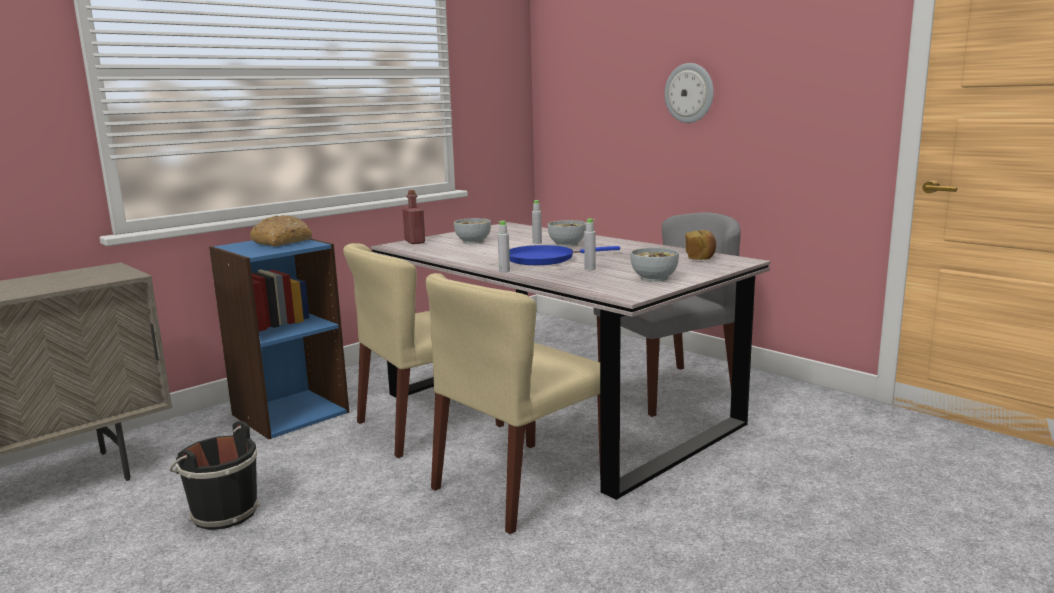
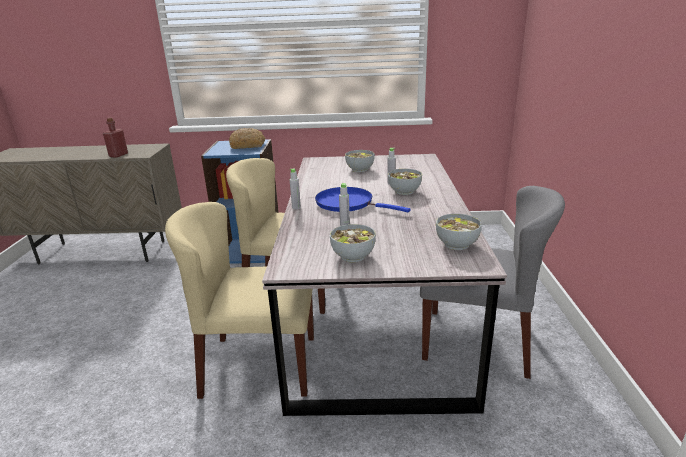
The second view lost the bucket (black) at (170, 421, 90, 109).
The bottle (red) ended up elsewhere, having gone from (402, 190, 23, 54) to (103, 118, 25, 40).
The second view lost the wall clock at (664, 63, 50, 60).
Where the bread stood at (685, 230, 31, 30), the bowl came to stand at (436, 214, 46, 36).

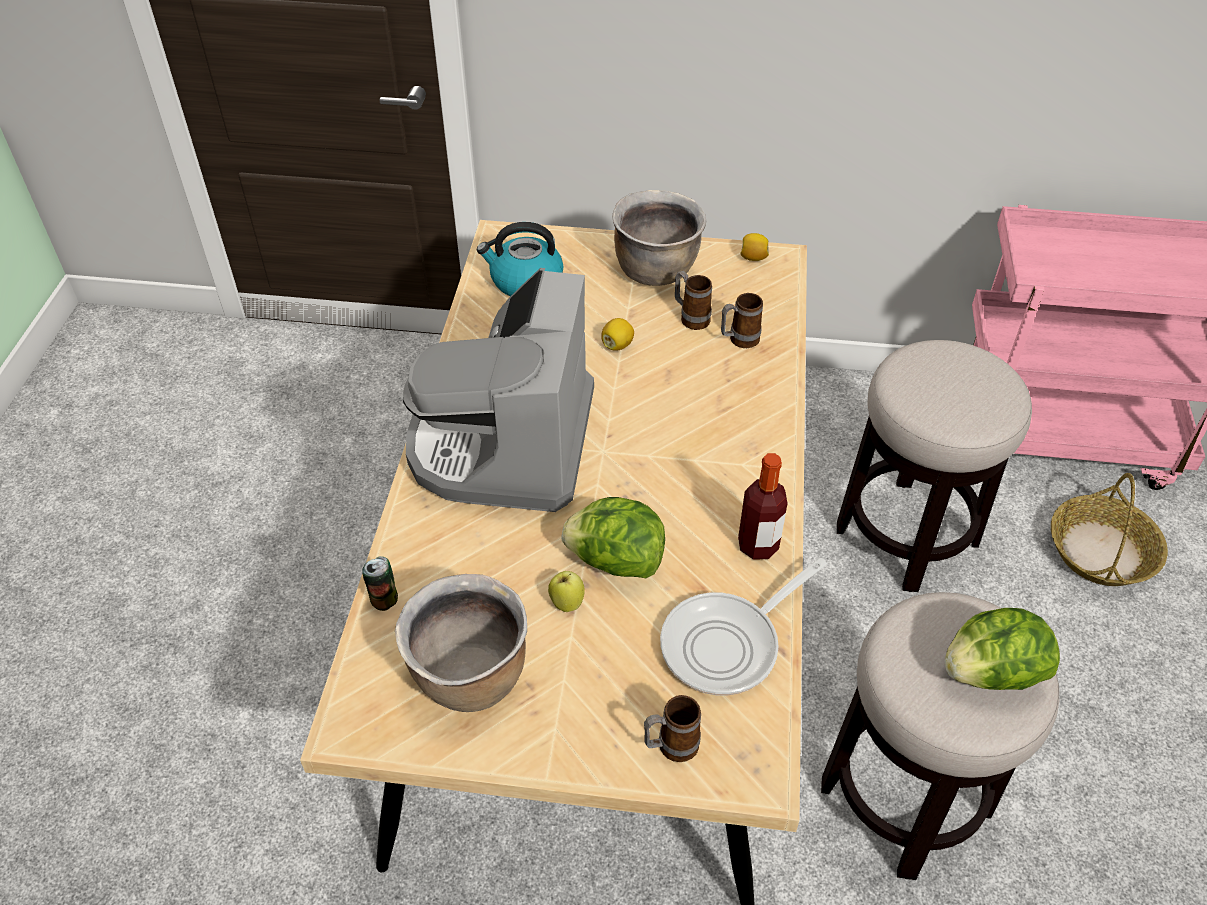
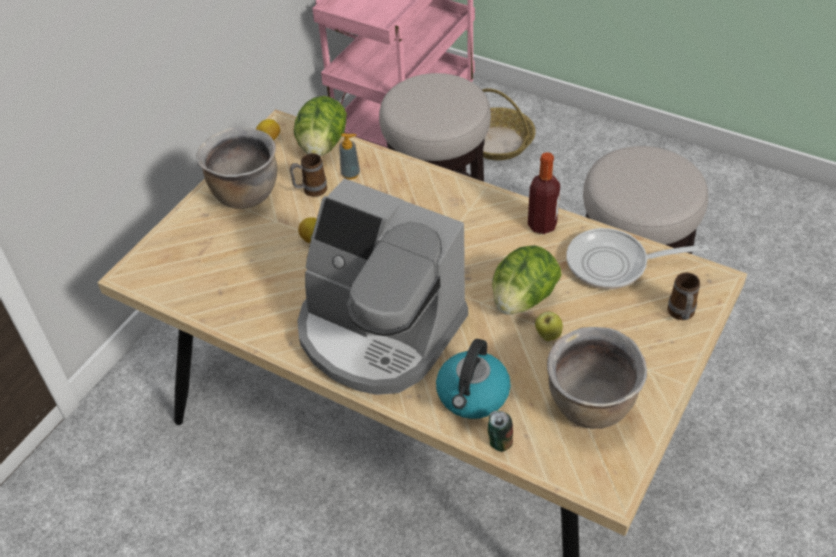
The kettle ended up elsewhere, having gone from (477, 222, 86, 74) to (436, 339, 75, 80).
The frying pan at (660, 558, 167, 138) ended up facing another way, 105 degrees clockwise from before.
Where the mug stood at (721, 293, 42, 55), the soap dispenser came to stand at (339, 133, 21, 47).
The lettuce ended up elsewhere, having gone from (945, 608, 115, 82) to (294, 96, 53, 61).

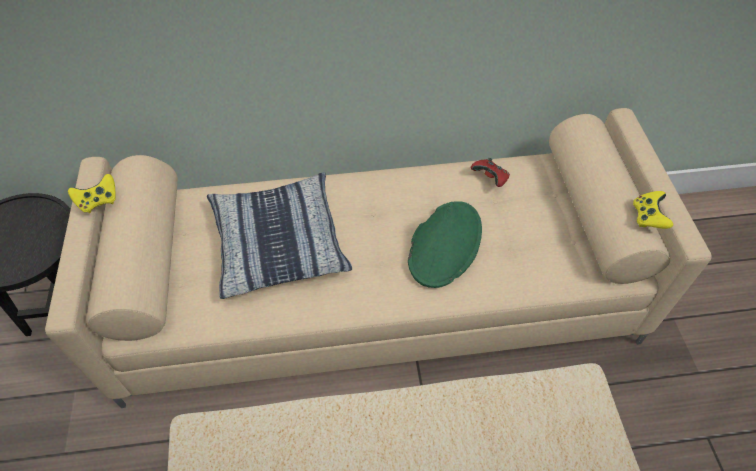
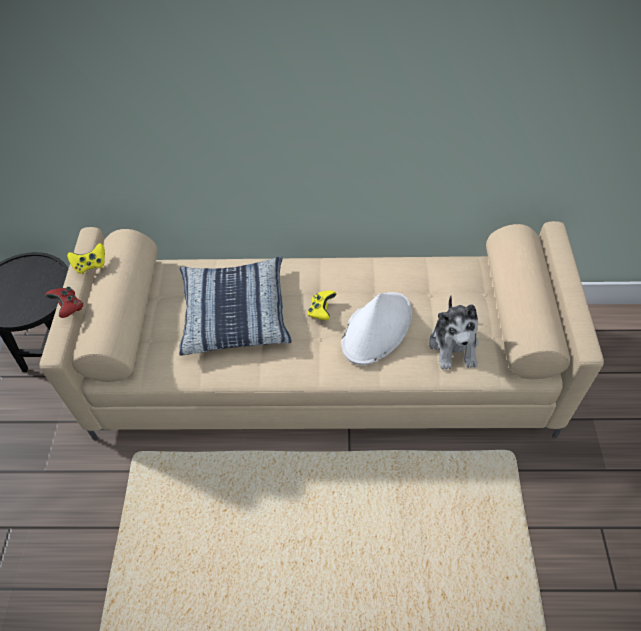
What was the hat (green) at (408, 201, 74, 87) turned into the hat (white) at (341, 292, 71, 73).
The game controller (red) ended up elsewhere, having gone from (471, 158, 39, 29) to (45, 287, 38, 31).
The game controller (yellow) ended up elsewhere, having gone from (633, 191, 40, 38) to (307, 290, 30, 30).
The second view gained the plush toy at (429, 295, 50, 75).

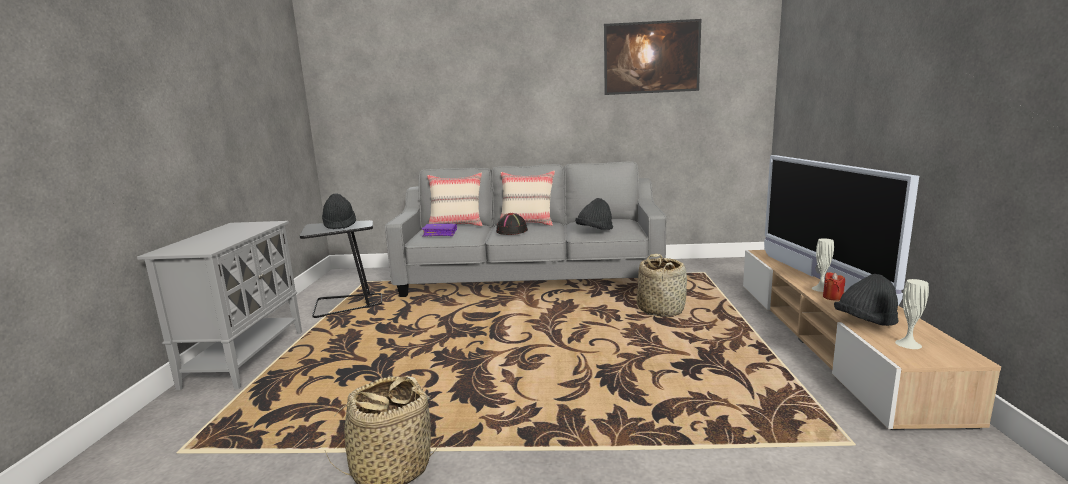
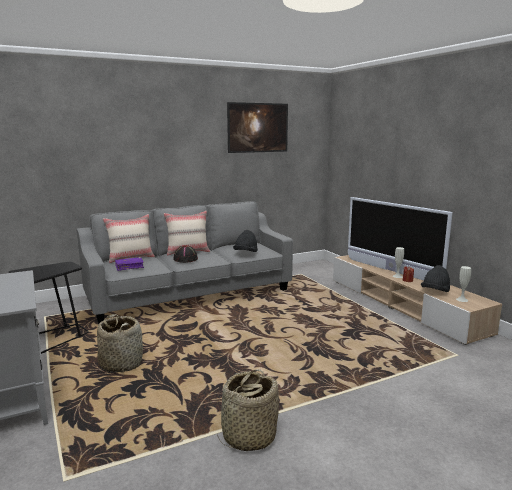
The second view lost the hat (black) at (322, 193, 34, 36).
The basket ended up elsewhere, having gone from (637, 254, 50, 63) to (97, 314, 46, 59).

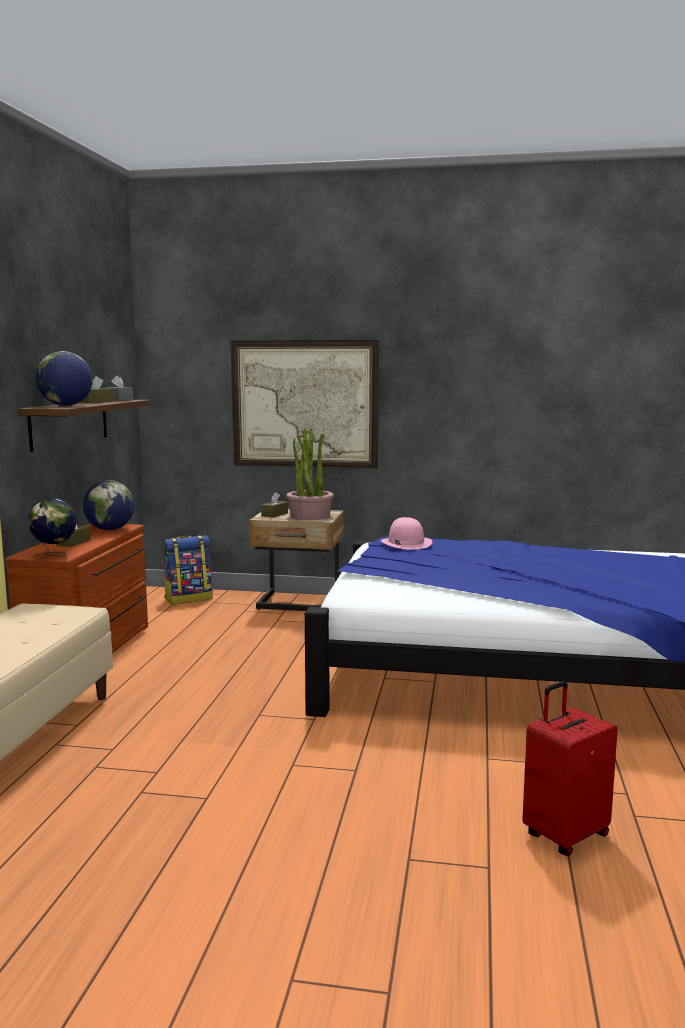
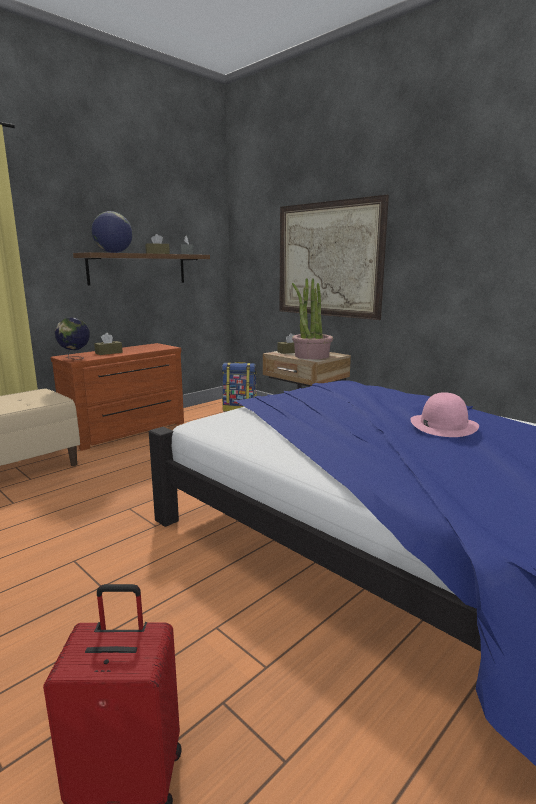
The second view lost the globe at (83, 480, 52, 50).
The hat (pink) ended up elsewhere, having gone from (381, 517, 51, 33) to (410, 392, 69, 45).

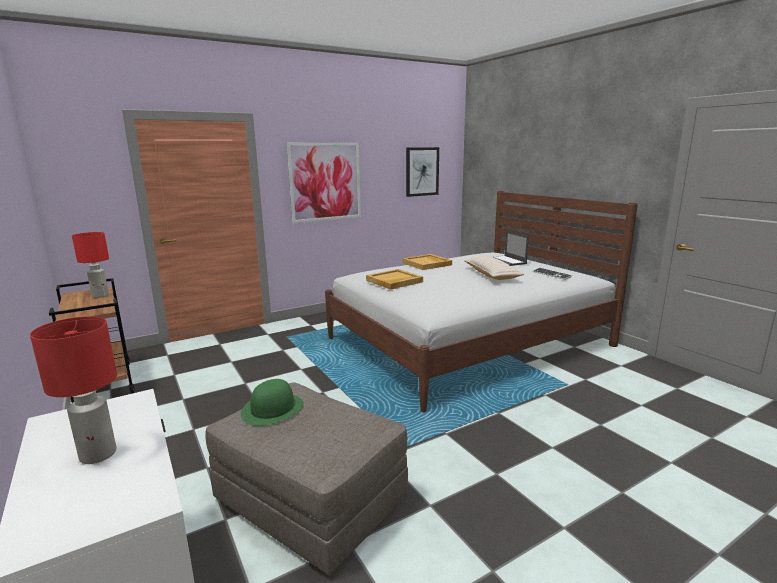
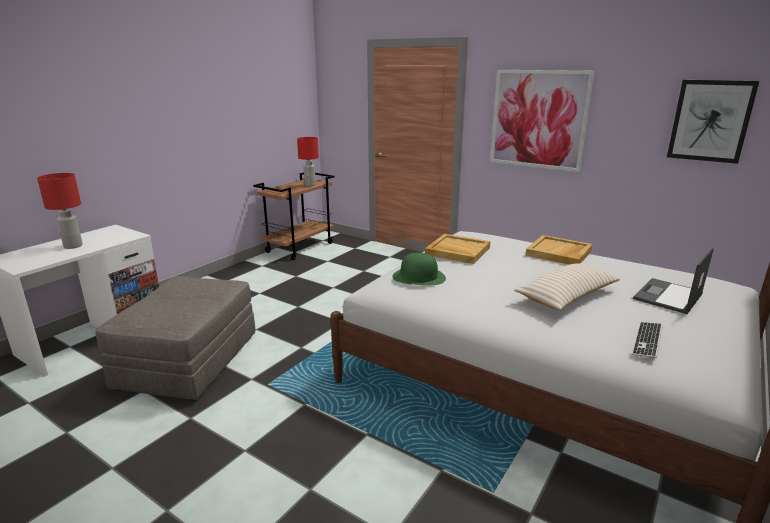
The hat (green) ended up elsewhere, having gone from (241, 379, 63, 47) to (392, 253, 54, 33).

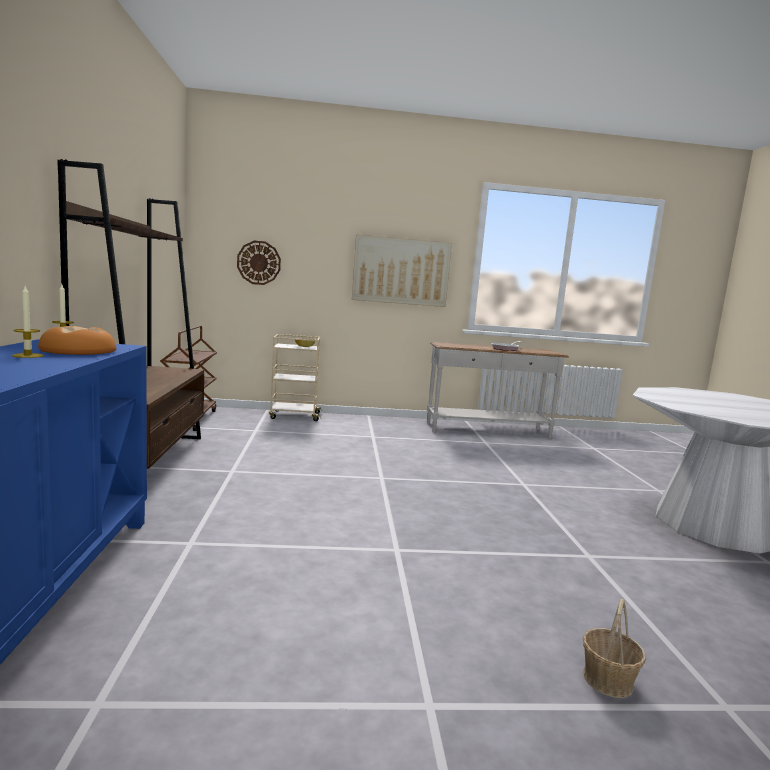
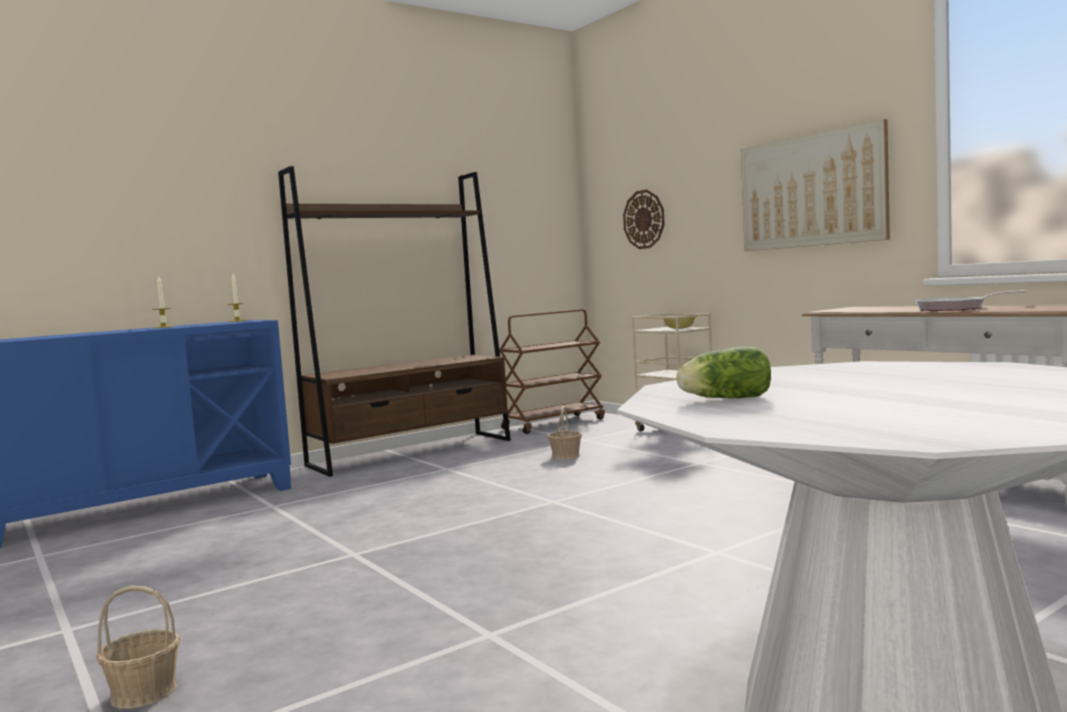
The second view lost the bread at (38, 326, 79, 29).
The second view gained the basket at (548, 406, 34, 54).
The second view gained the lettuce at (677, 347, 94, 51).

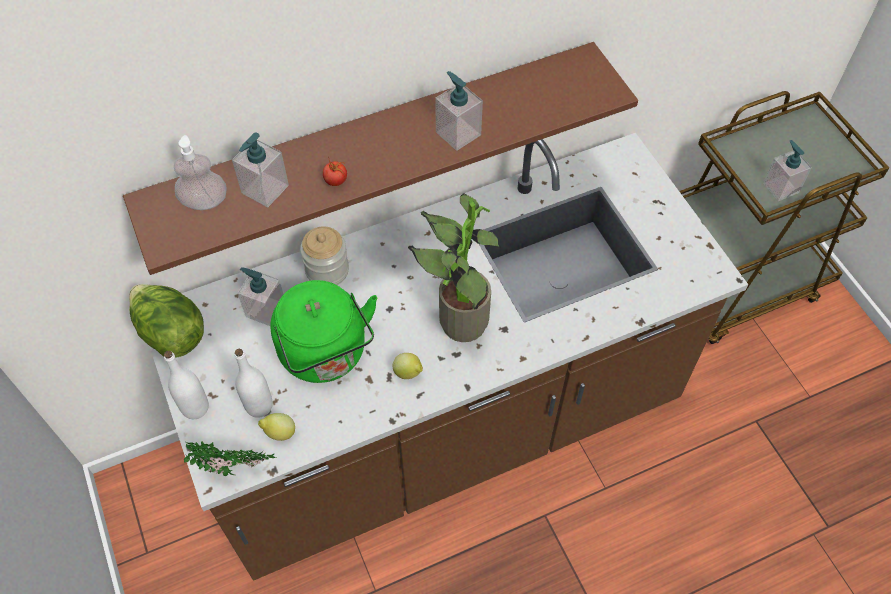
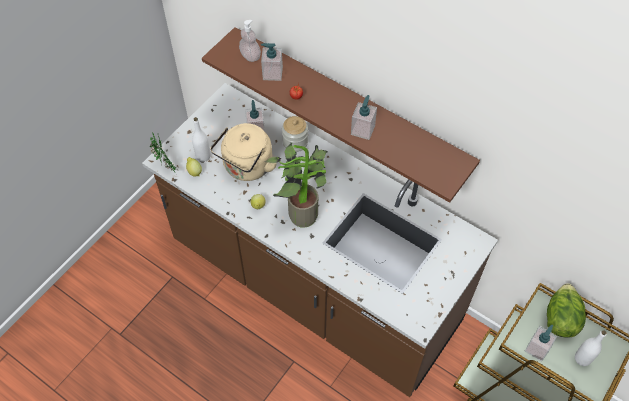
The lettuce ended up elsewhere, having gone from (129, 284, 75, 73) to (547, 283, 39, 55).
The bottle (white) ended up elsewhere, having gone from (164, 351, 45, 68) to (575, 330, 31, 36).
What was the kettle (green) at (270, 280, 108, 103) turned into the kettle (beige) at (210, 123, 66, 58).

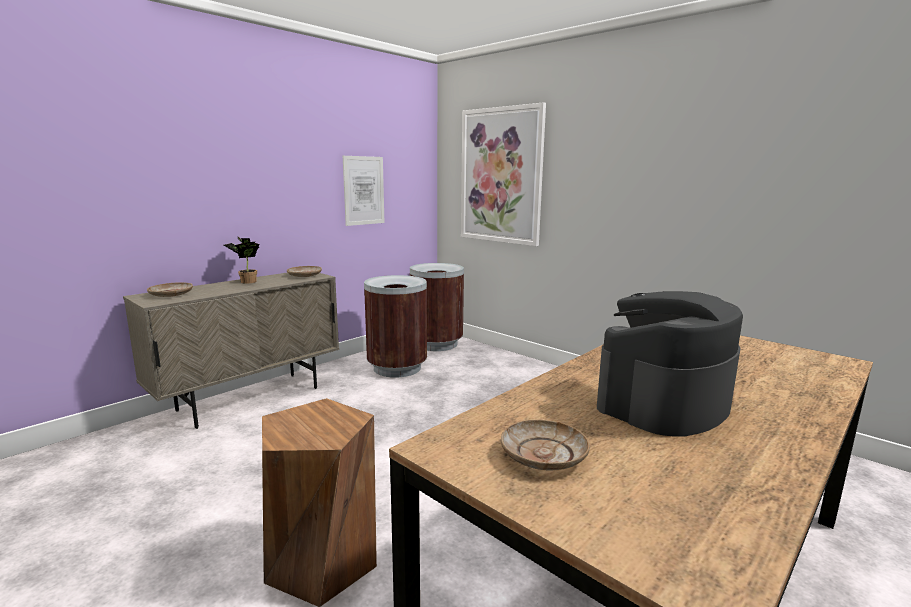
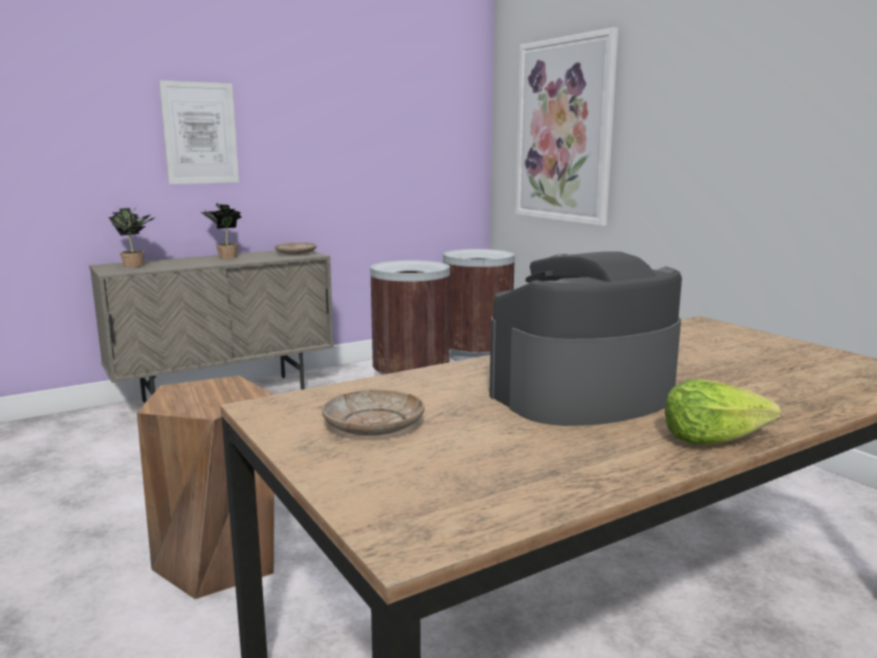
Where the plate (beige) stood at (147, 282, 46, 15), the potted plant came to stand at (109, 208, 46, 59).
The picture ended up elsewhere, having gone from (343, 156, 41, 70) to (159, 80, 80, 104).
The second view gained the lettuce at (665, 379, 116, 66).

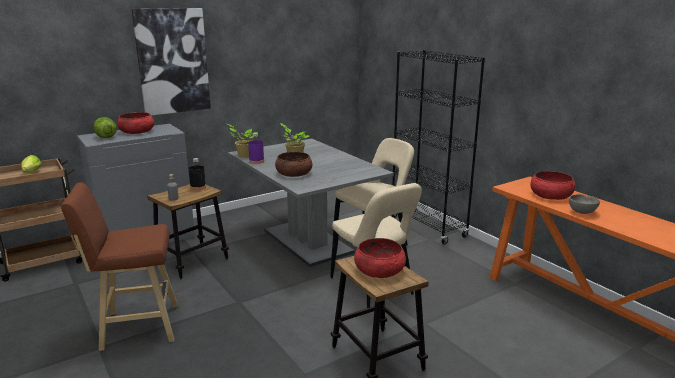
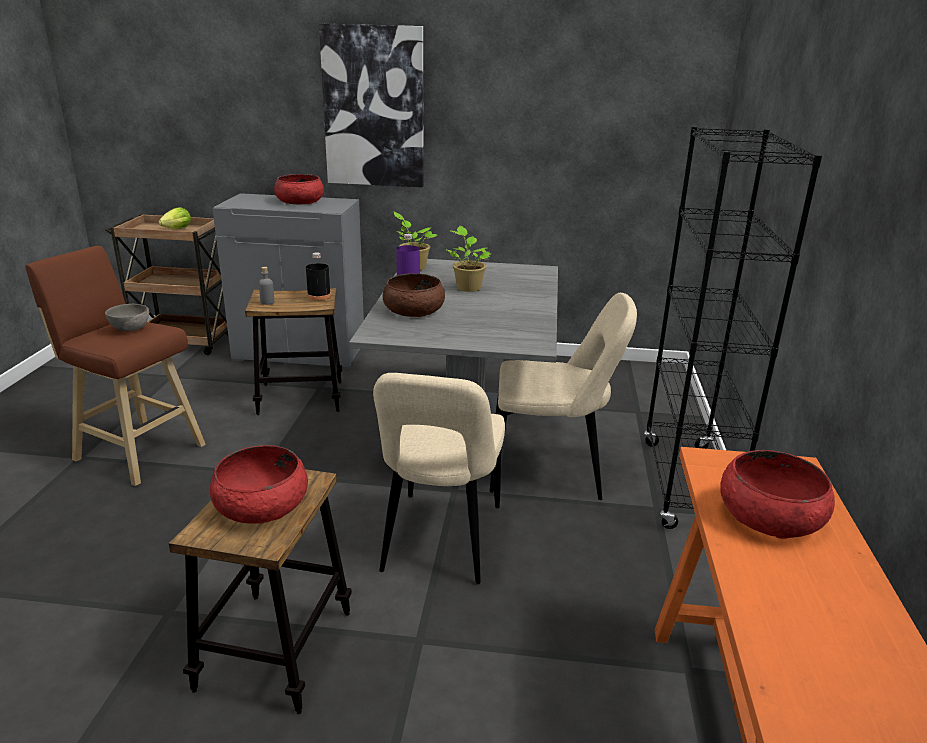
The second view lost the lettuce at (94, 117, 23, 21).
The bowl (grey) ended up elsewhere, having gone from (569, 194, 31, 20) to (105, 304, 44, 27).

